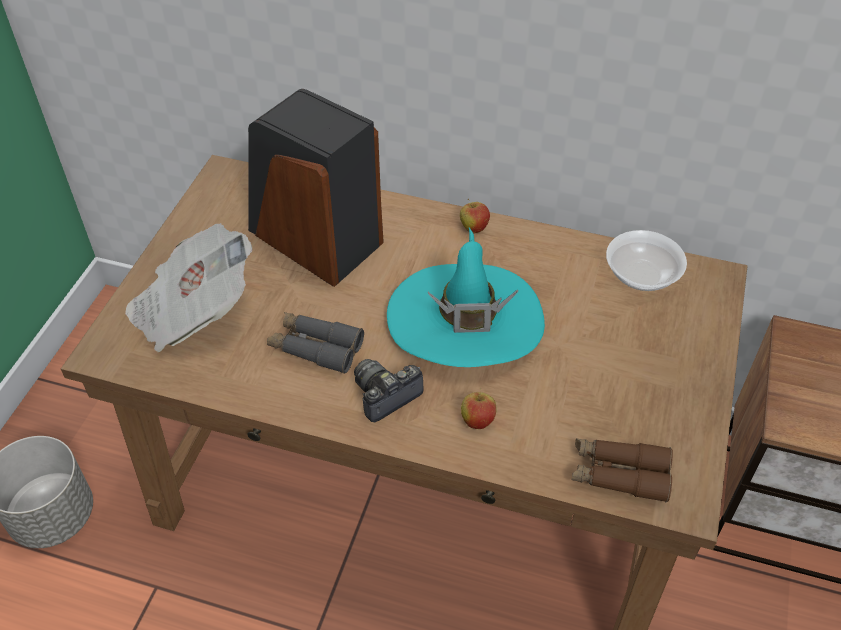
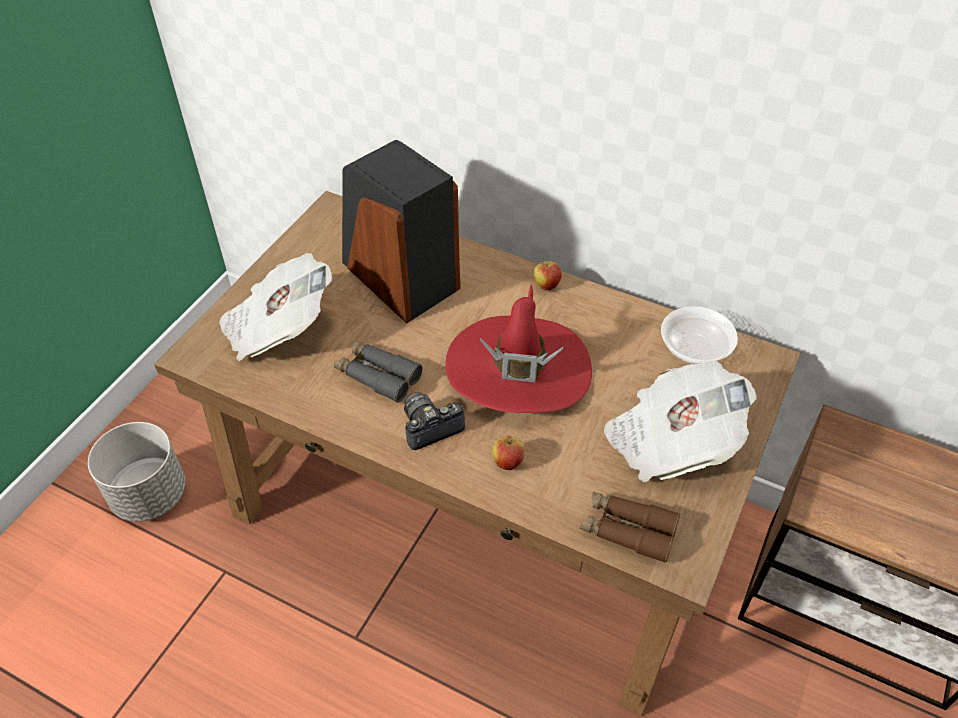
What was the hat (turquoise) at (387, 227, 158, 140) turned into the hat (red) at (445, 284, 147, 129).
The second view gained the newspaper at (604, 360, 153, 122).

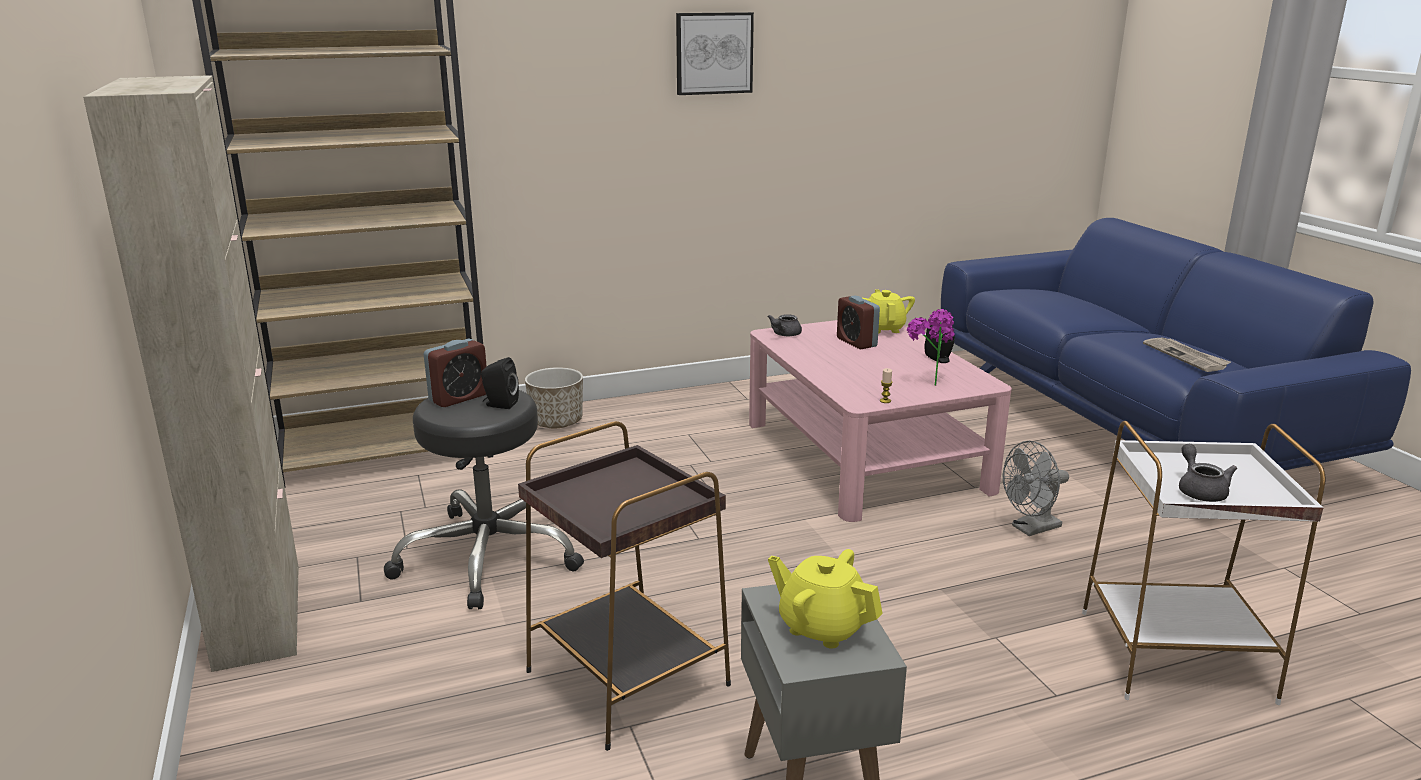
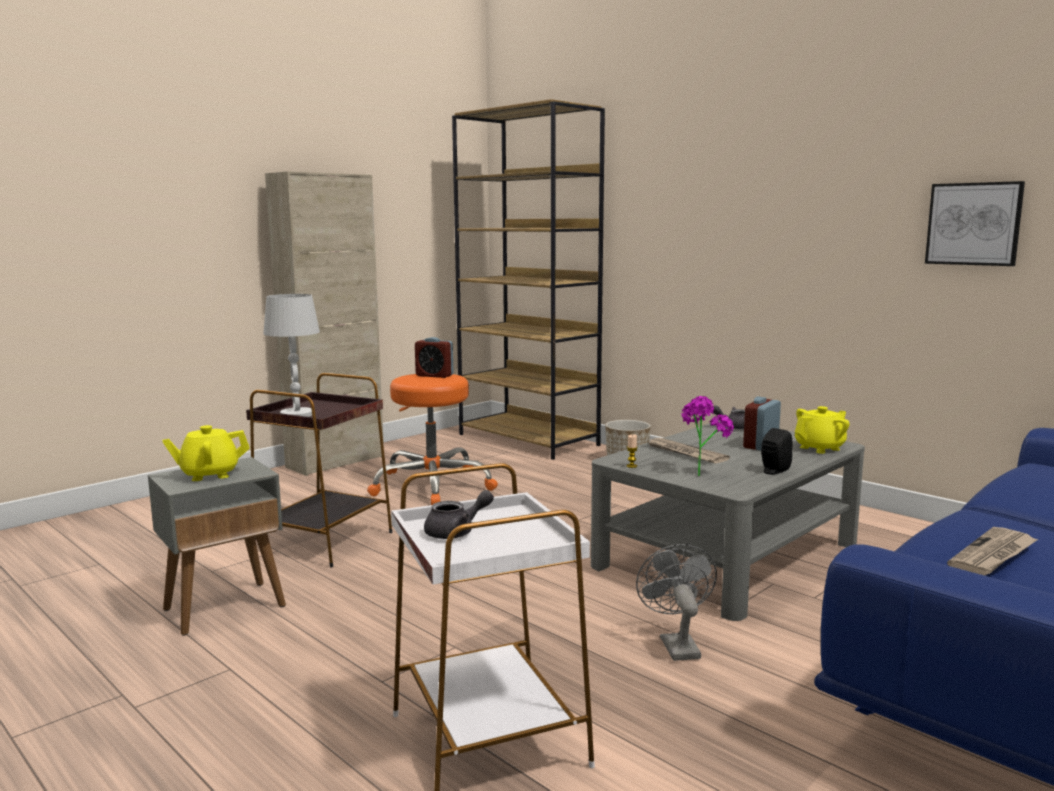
What was the stool (black) at (384, 390, 200, 219) turned into the stool (orange) at (367, 374, 131, 131).
The second view lost the speaker (black) at (481, 357, 38, 52).
The picture ended up elsewhere, having gone from (676, 12, 78, 83) to (925, 181, 100, 85).
What was the coffee table (pink) at (749, 320, 263, 202) turned into the coffee table (grey) at (591, 420, 274, 201).
The teapot (yellow) at (768, 549, 115, 100) ended up facing another way, 120 degrees counterclockwise from before.
The fan (grey) at (1003, 441, 66, 95) ended up facing another way, 45 degrees clockwise from before.
The second view gained the table lamp (white) at (263, 294, 57, 123).
The second view gained the newspaper at (645, 438, 85, 26).

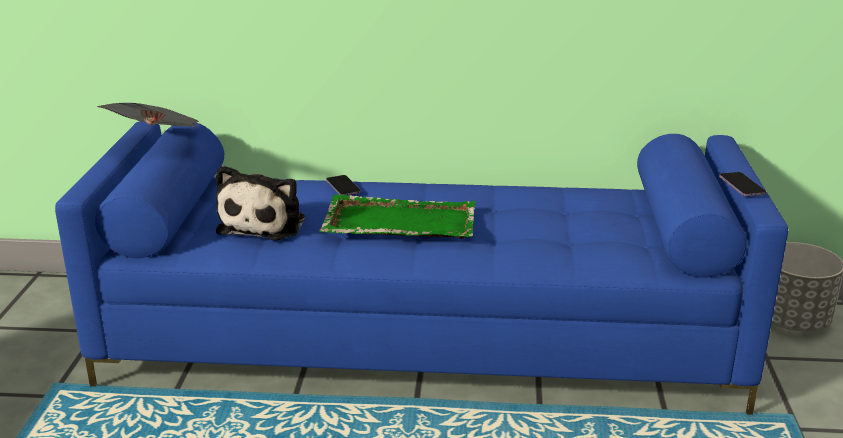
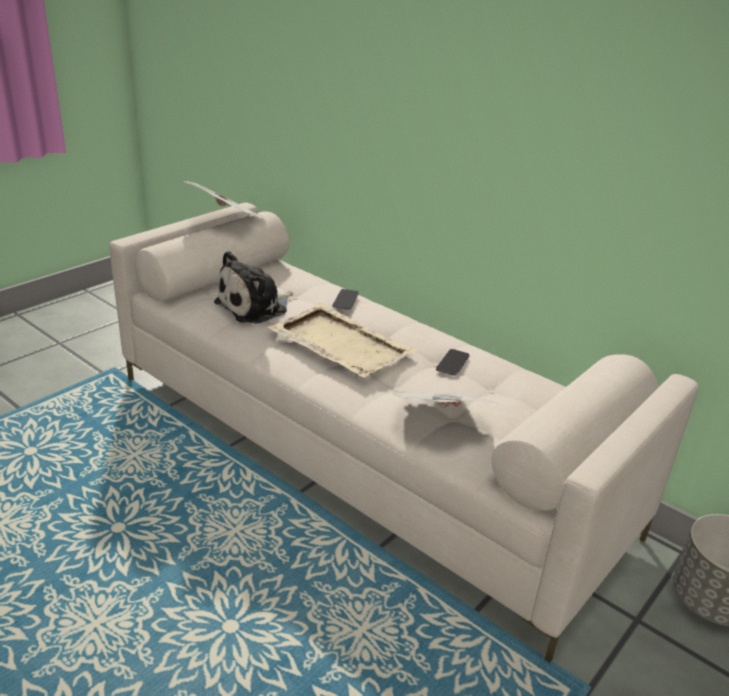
What was the sofa (blue) at (55, 121, 733, 294) turned into the sofa (beige) at (109, 203, 590, 460).
What was the tray (green) at (319, 194, 157, 45) turned into the tray (beige) at (267, 303, 150, 74).
The phone ended up elsewhere, having gone from (719, 172, 48, 24) to (436, 349, 34, 27).
The second view gained the newspaper at (392, 392, 104, 16).

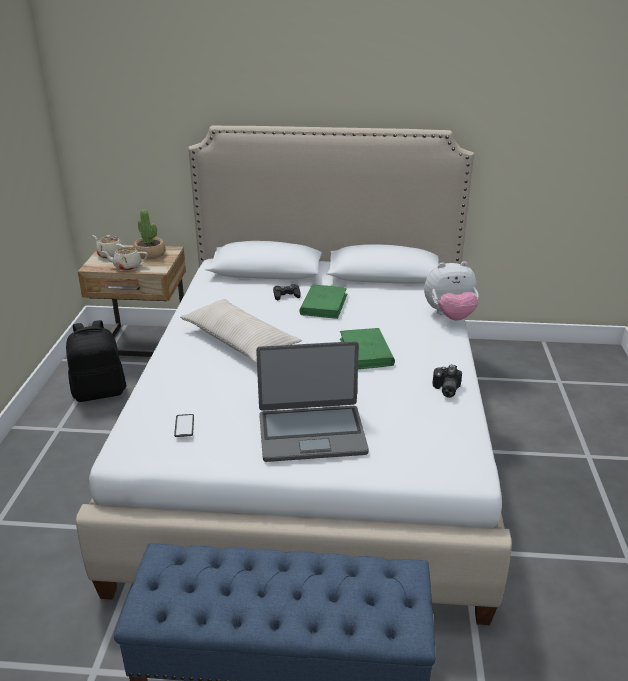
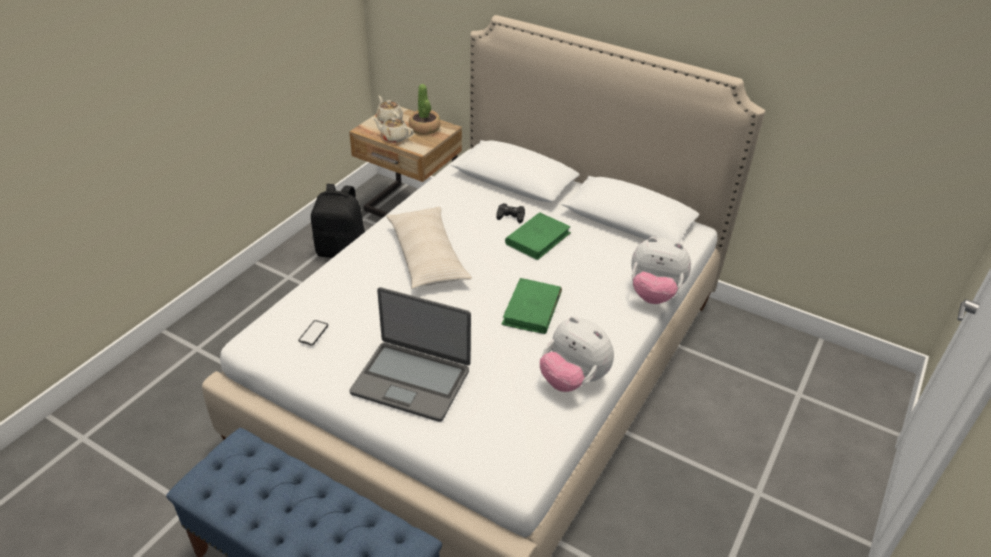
Where the photo camera stood at (433, 364, 29, 34), the plush toy came to stand at (540, 316, 74, 76).

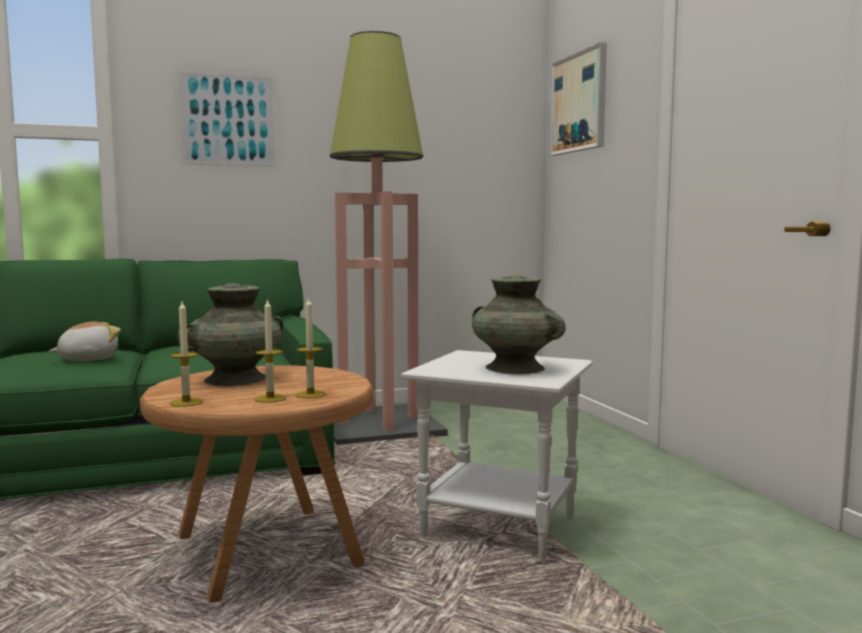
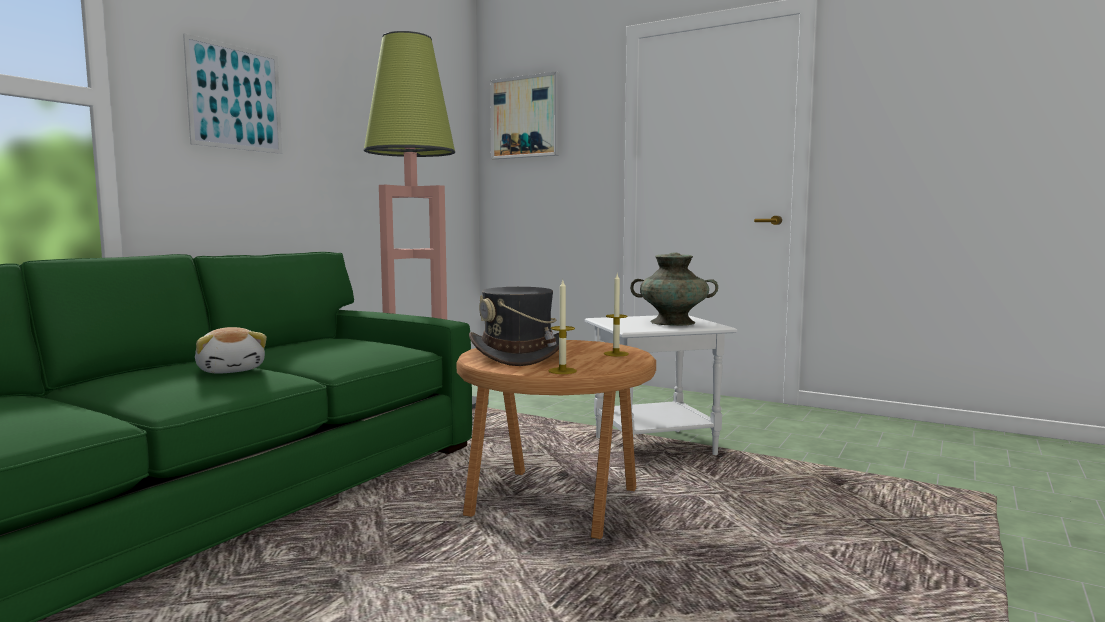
The plush toy at (49, 321, 72, 40) ended up facing another way, 135 degrees clockwise from before.
Where the vase (turquoise) stood at (178, 283, 105, 103), the hat (grey) came to stand at (469, 287, 98, 79).
The second view lost the candle at (254, 298, 32, 105).

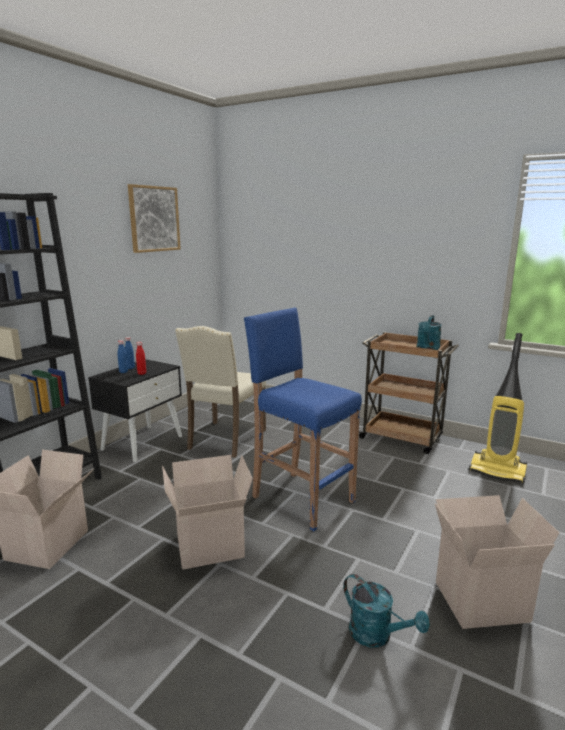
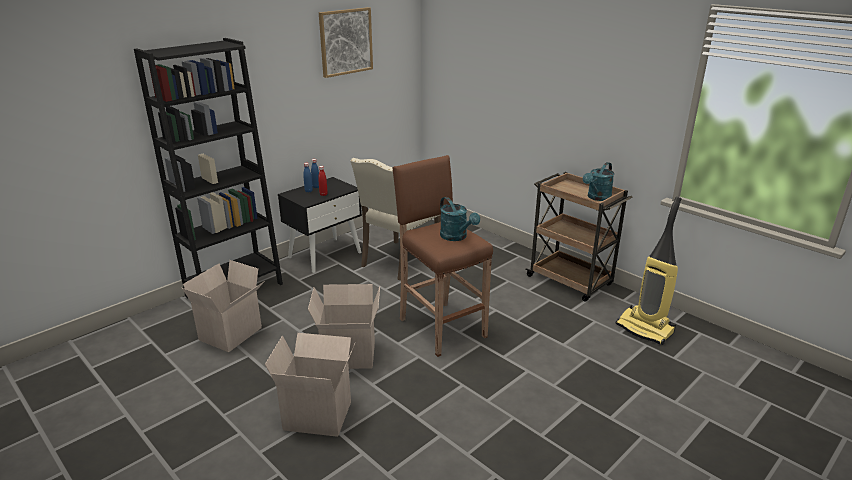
What was the stool (blue) at (244, 307, 118, 224) turned into the stool (brown) at (392, 155, 101, 202).
The watering can (turquoise) ended up elsewhere, having gone from (343, 574, 87, 74) to (440, 197, 40, 44).
The cardboard box ended up elsewhere, having gone from (435, 495, 124, 134) to (265, 333, 91, 104).

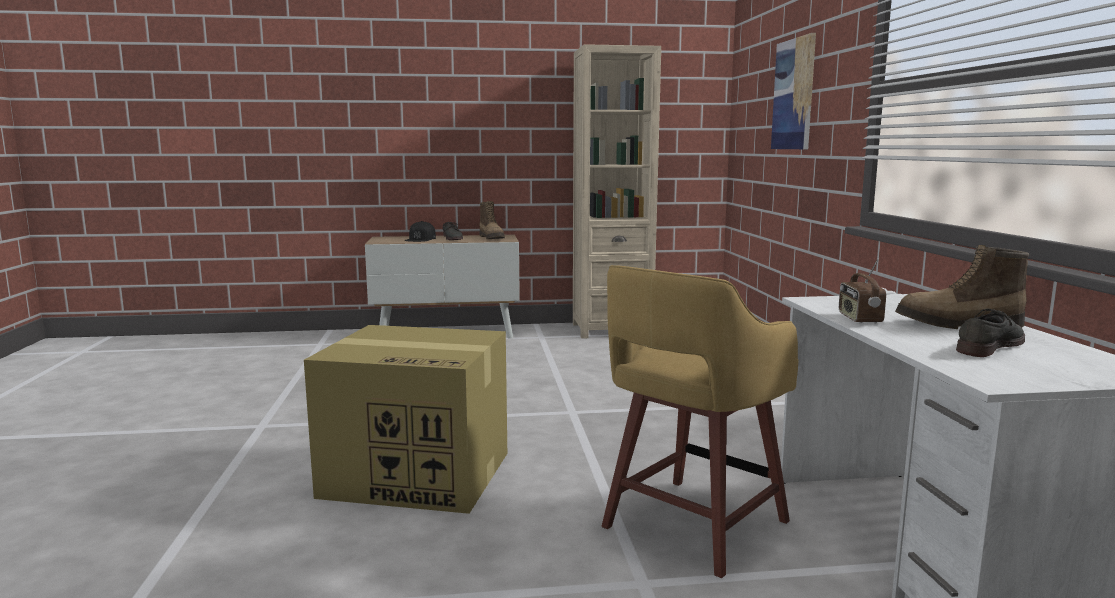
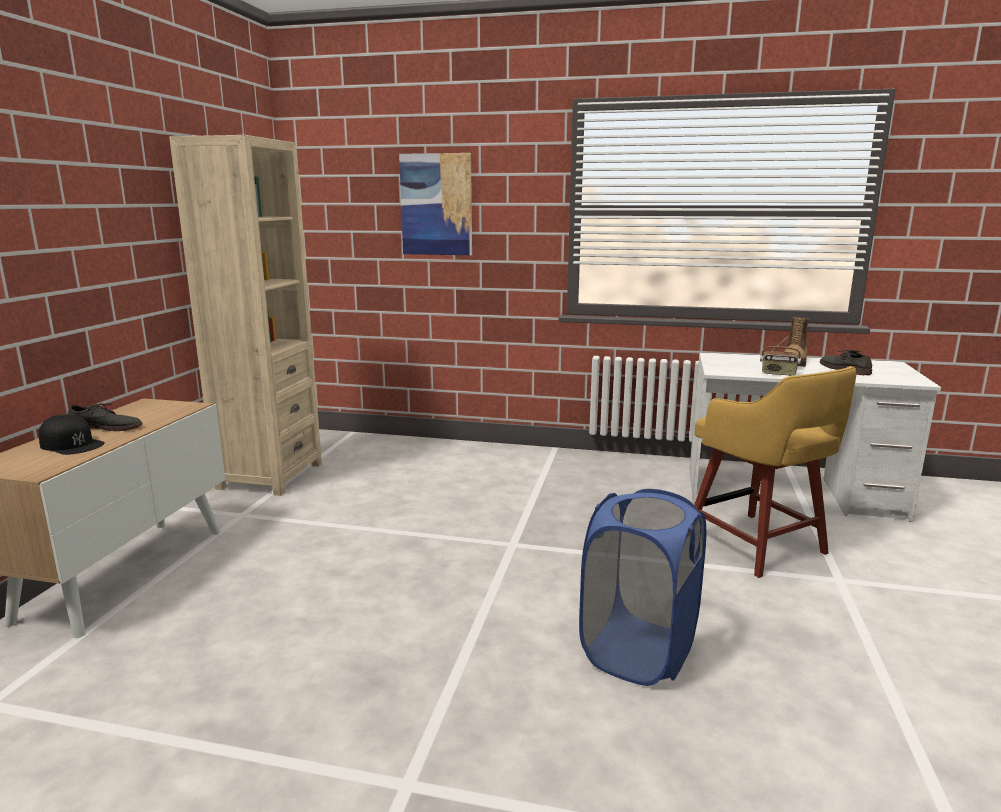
Where the cardboard box stood at (304, 325, 203, 189), the laundry basket (blue) came to stand at (579, 489, 127, 197).
The second view lost the boot at (479, 201, 26, 38).

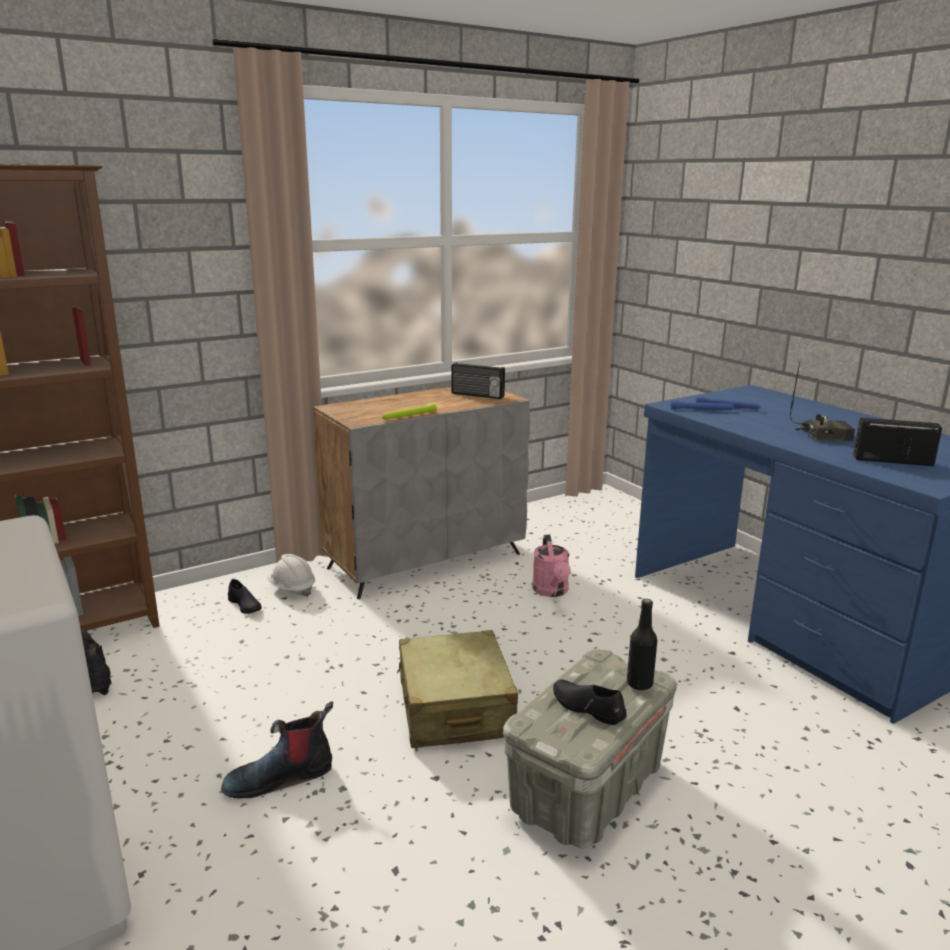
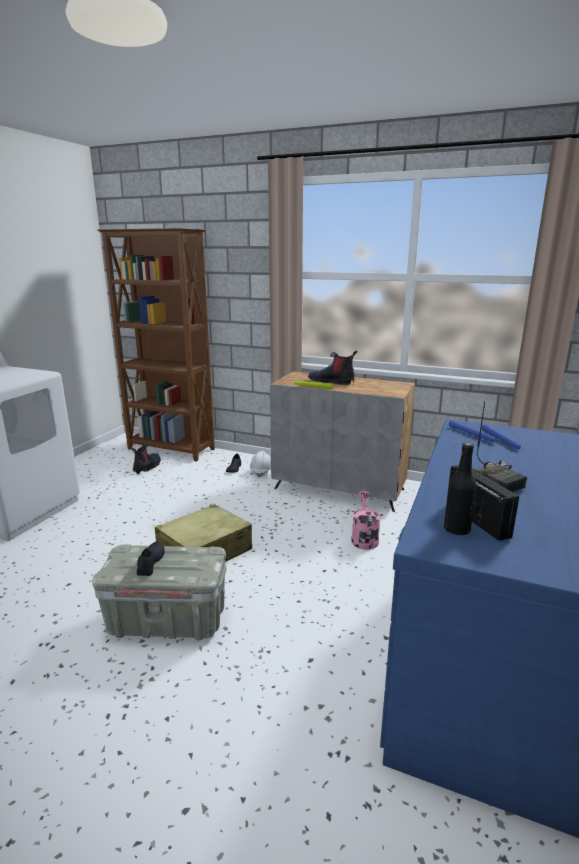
The boot ended up elsewhere, having gone from (221, 701, 112, 97) to (308, 351, 50, 34).
The second view lost the radio at (452, 363, 53, 36).
The watering can (pink) at (532, 535, 39, 62) ended up facing another way, 135 degrees clockwise from before.
The bottle (black) ended up elsewhere, having gone from (627, 599, 30, 91) to (444, 442, 33, 94).

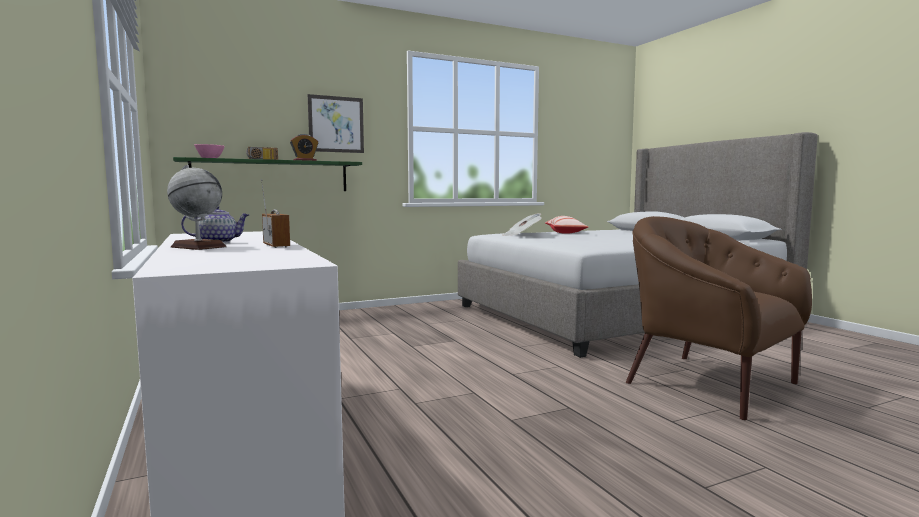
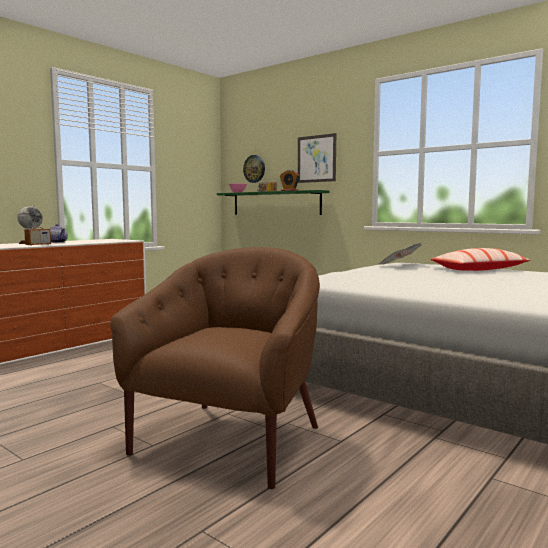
The second view gained the wall clock at (243, 155, 22, 28).

